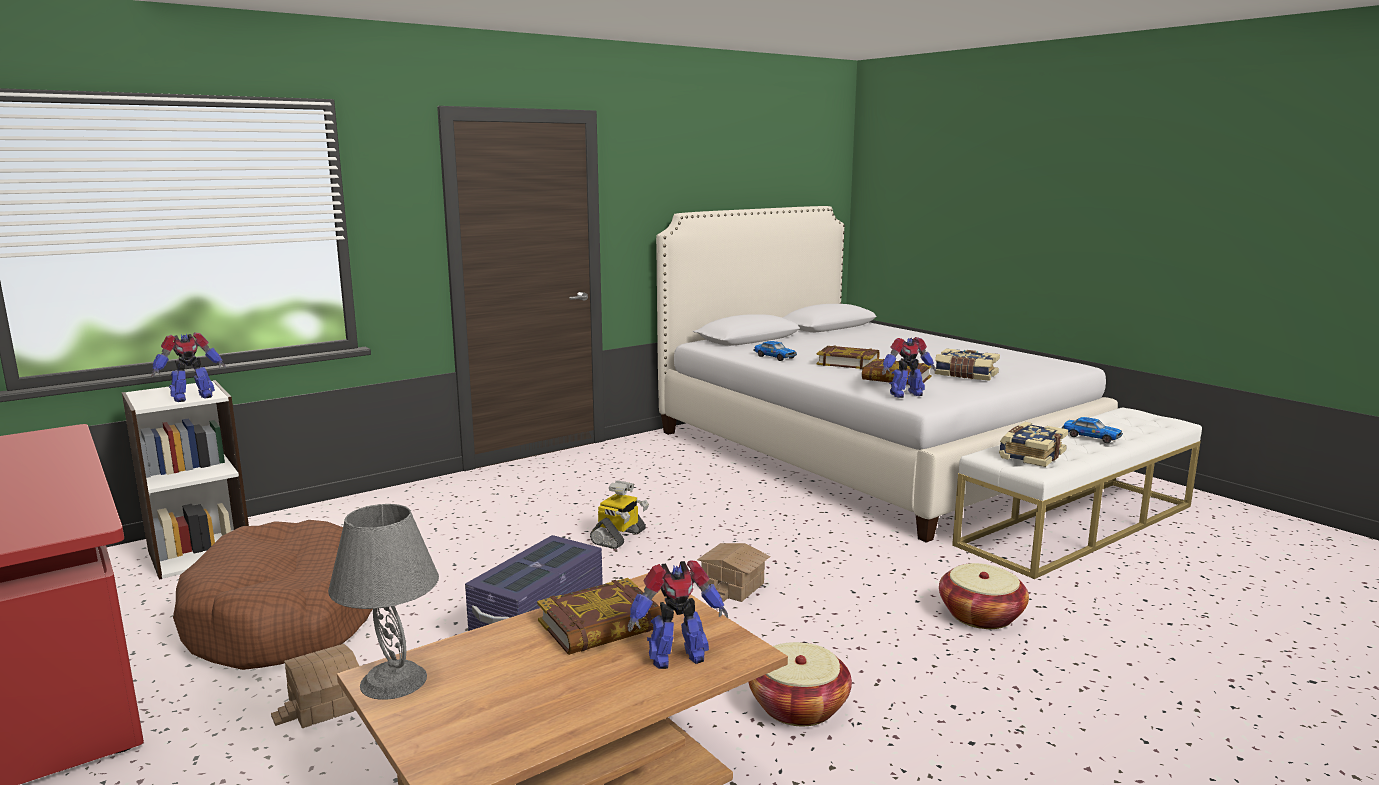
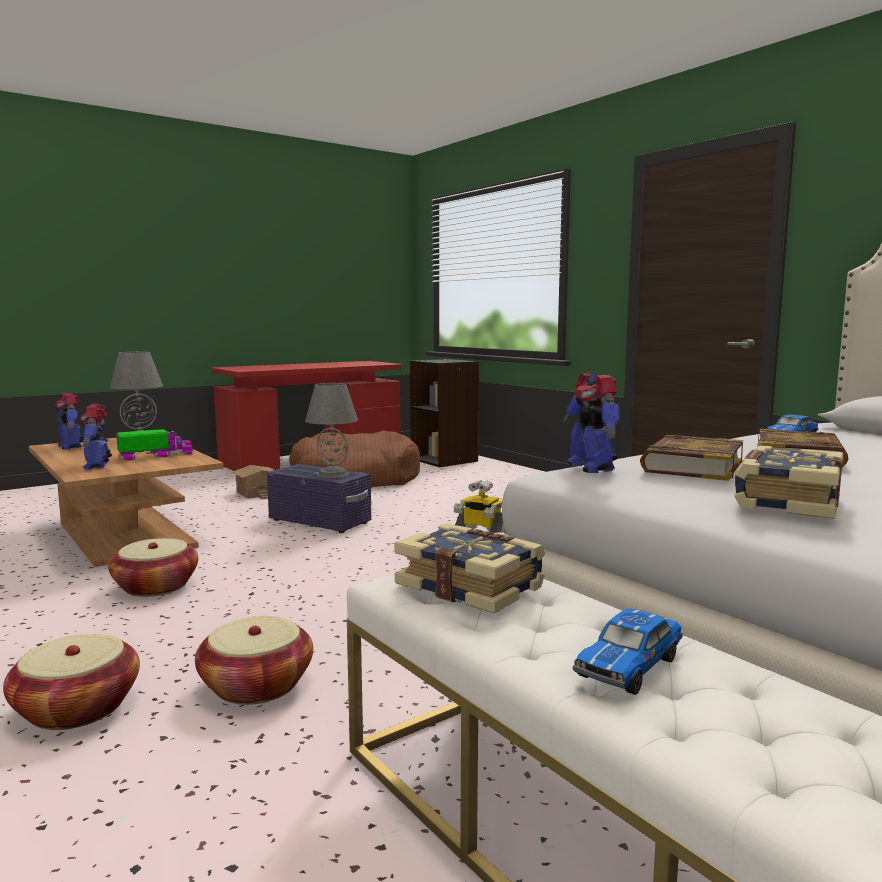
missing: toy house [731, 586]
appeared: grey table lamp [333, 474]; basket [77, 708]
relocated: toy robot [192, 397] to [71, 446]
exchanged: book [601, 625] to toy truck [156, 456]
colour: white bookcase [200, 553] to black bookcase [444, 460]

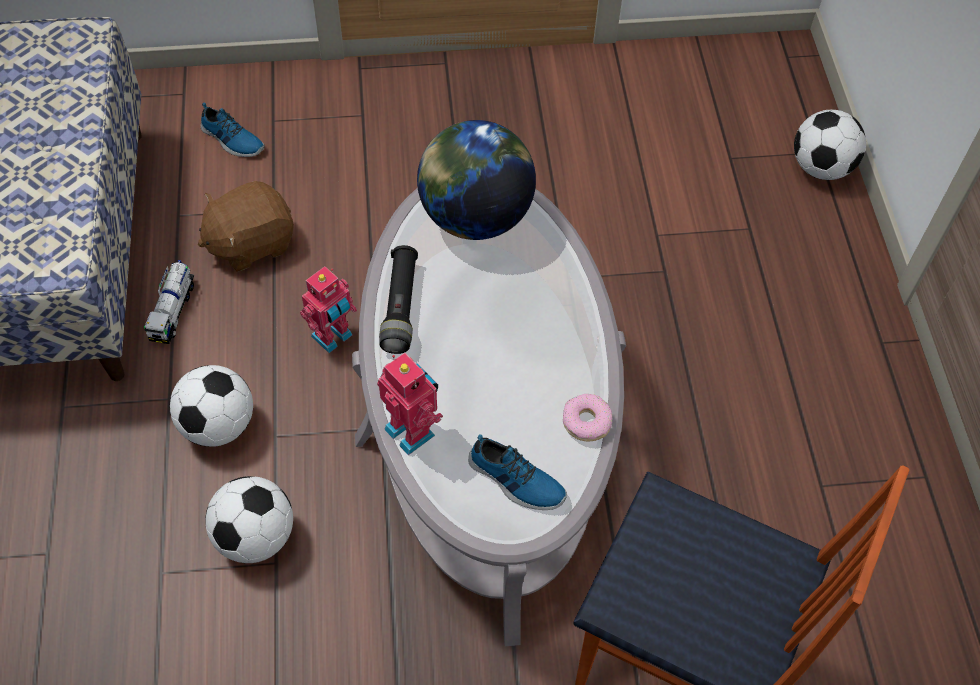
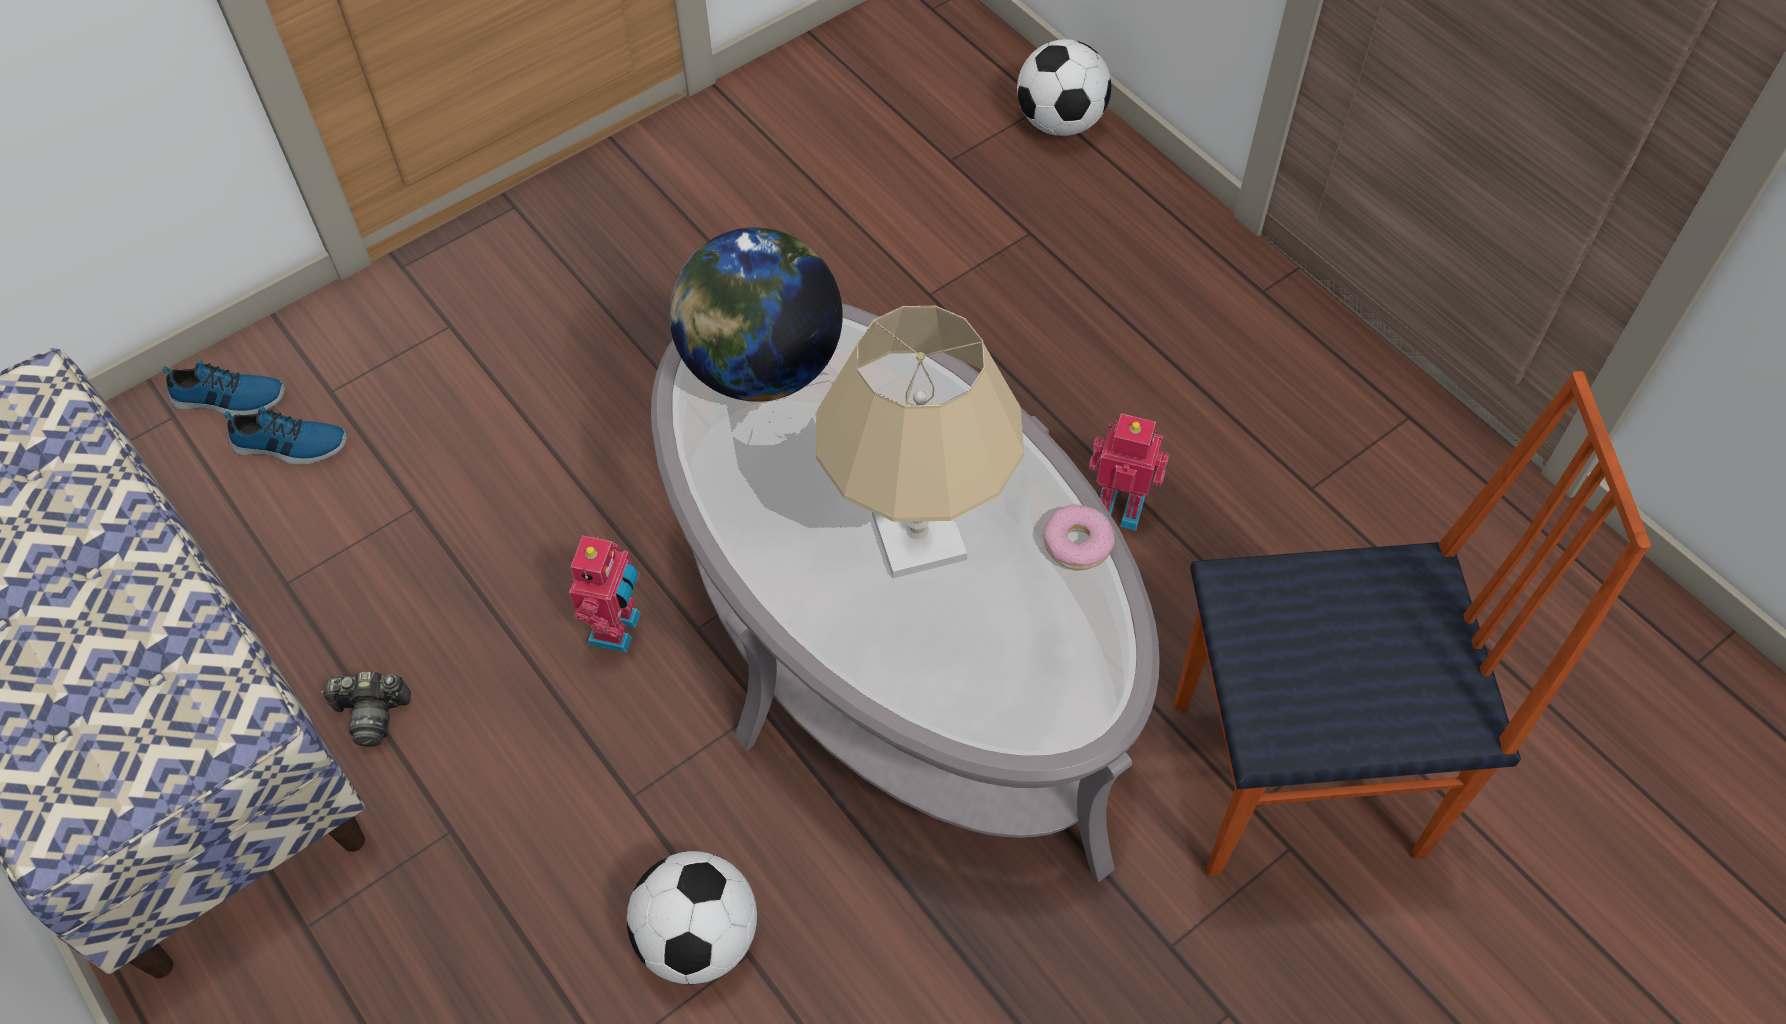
missing: brown plush toy [251, 242]; black flashlight [400, 307]; football [218, 425]
appeared: beige table lamp [918, 536]
relocated: toy robot [412, 430] to [1120, 506]; shoe [515, 480] to [229, 399]
exchanged: toy truck [173, 311] to photo camera [372, 713]

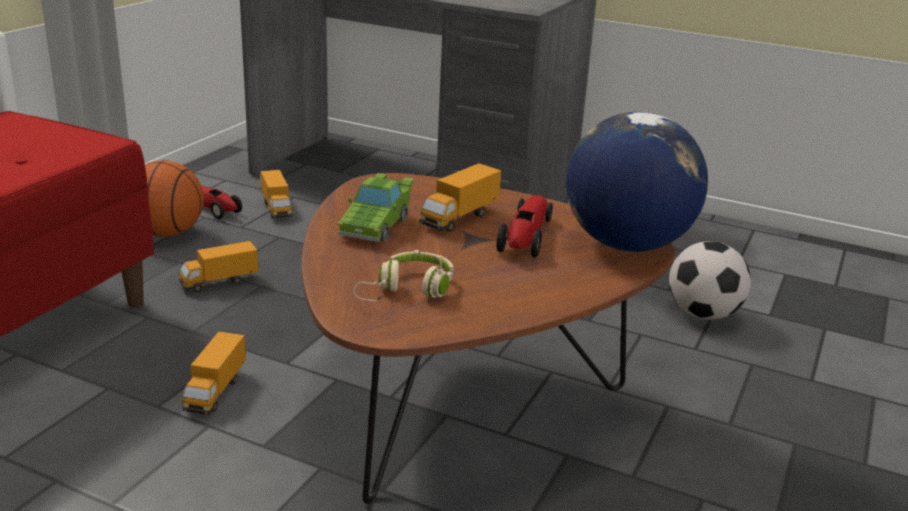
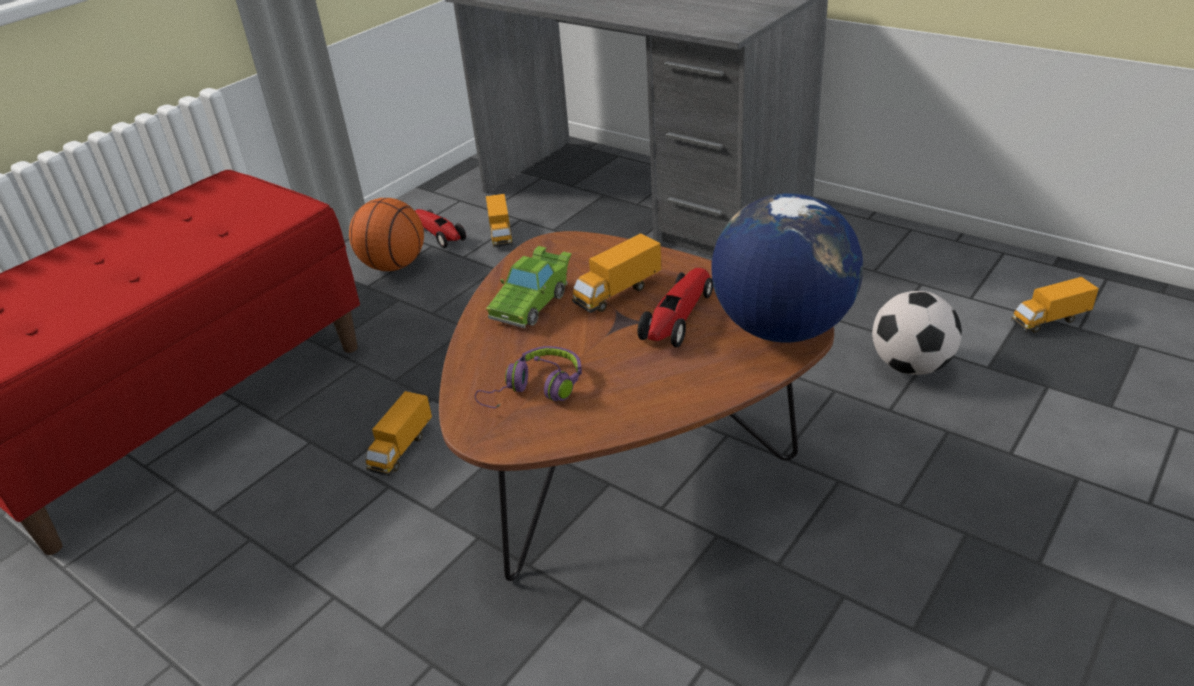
relocated: toy truck [219, 282] to [1049, 320]
colour: beige headphones [408, 290] to purple headphones [536, 390]

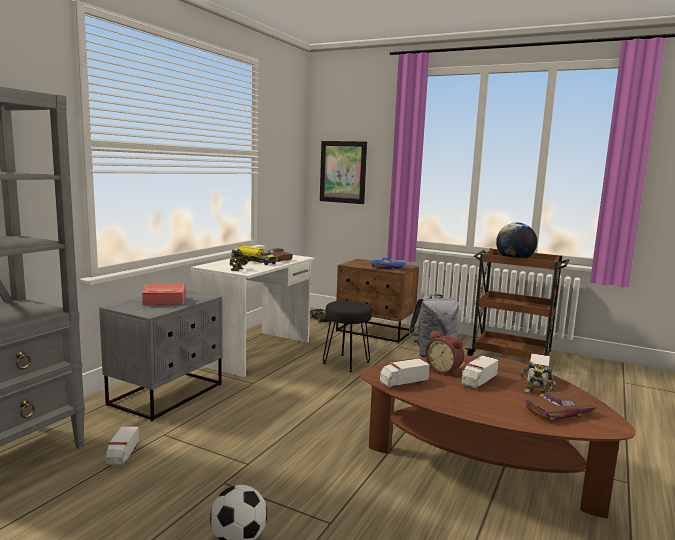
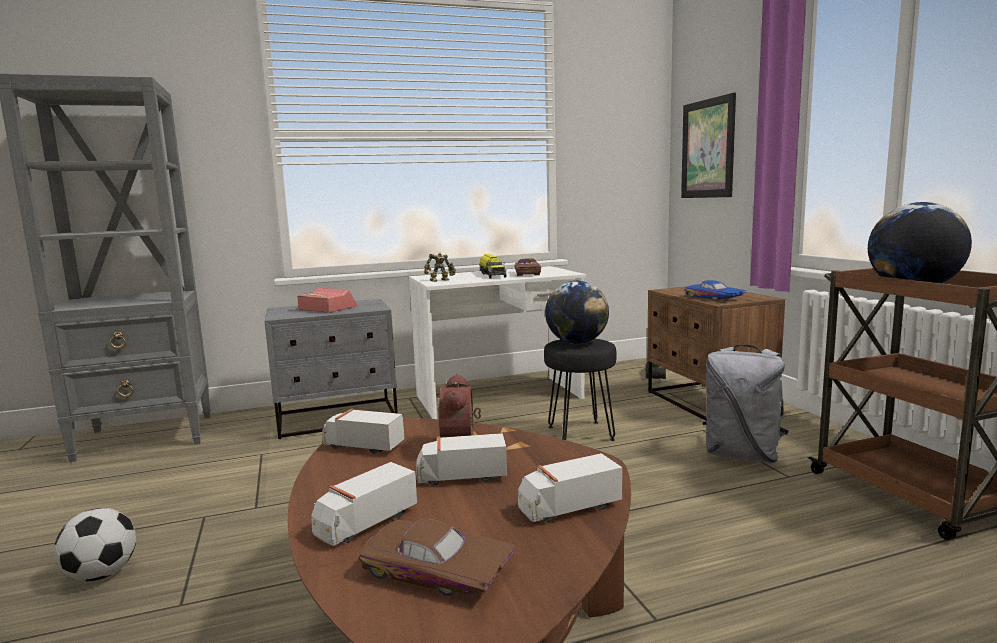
missing: toy robot [535, 394]
appeared: globe [577, 342]
relocated: toy truck [122, 455] to [365, 523]

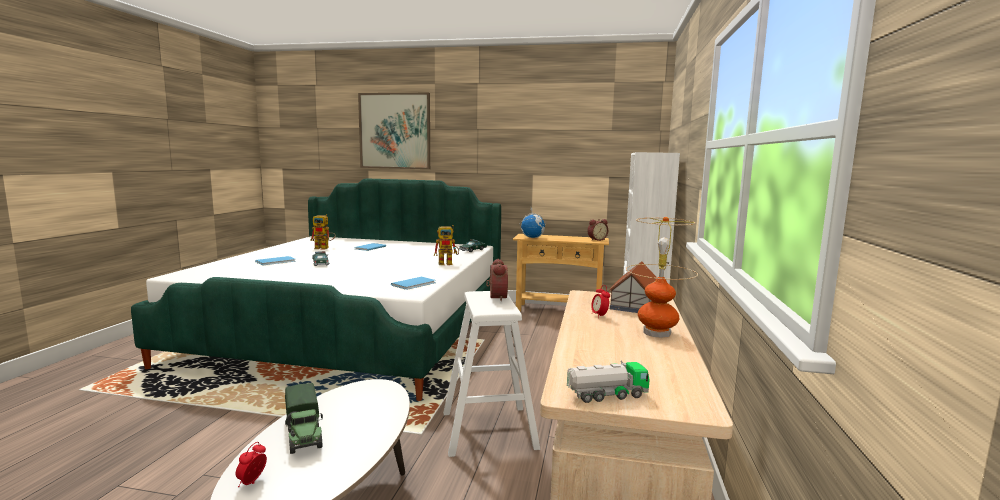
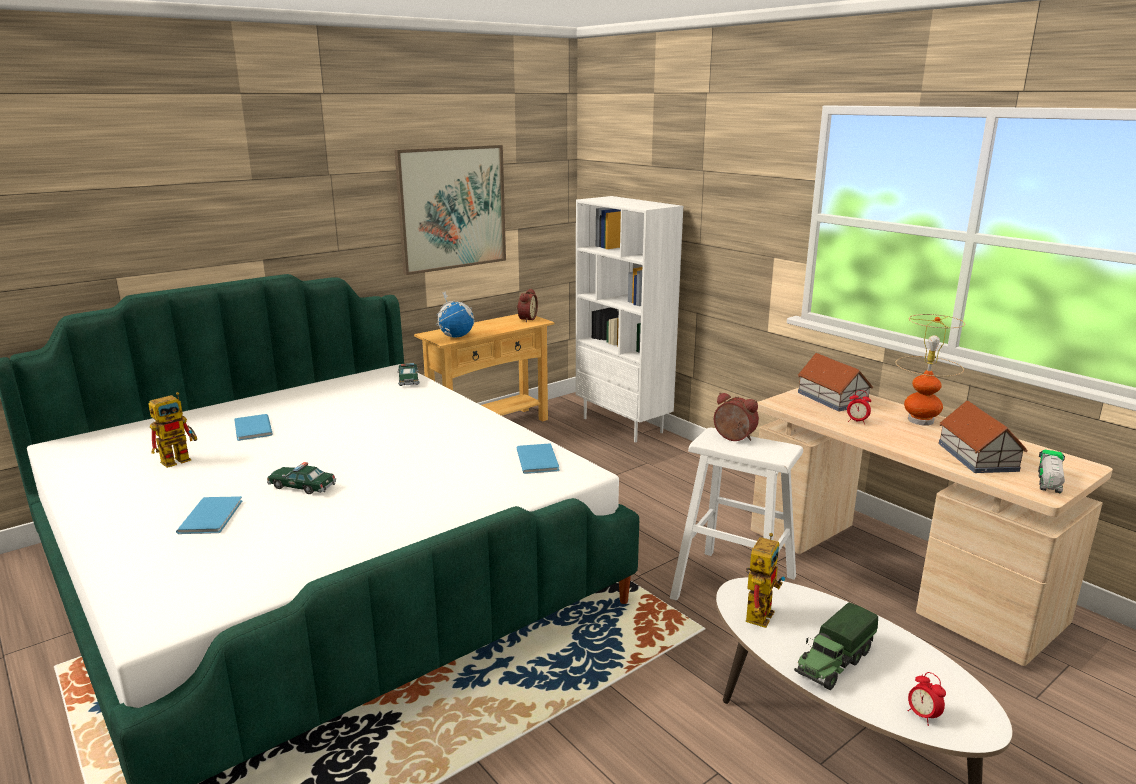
appeared: toy house [977, 456]
relocated: picture [395, 131] to [452, 208]; toy robot [448, 263] to [758, 611]
spun: toy truck [304, 434] = [833, 664] 120 degrees clockwise

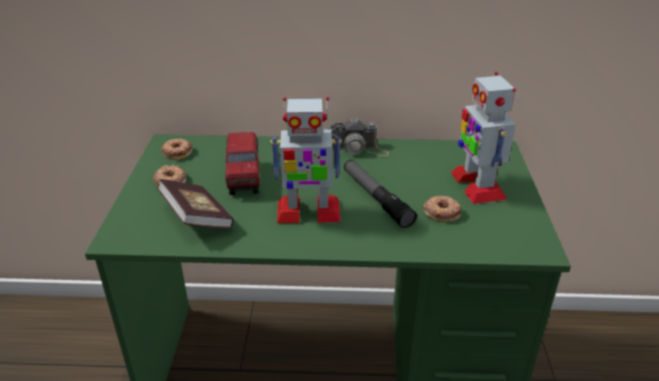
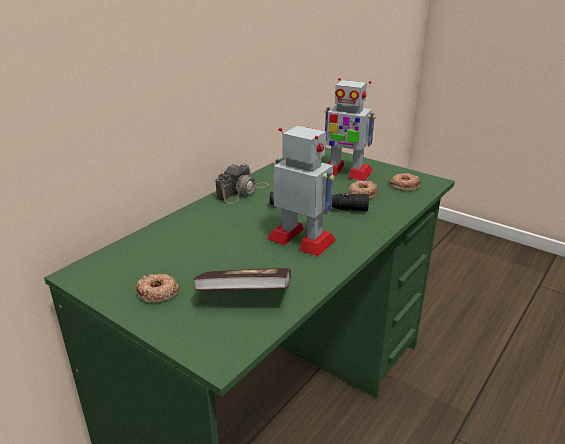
missing: toy truck [244, 179]
relocated: donut [177, 152] to [404, 185]
spun: toy robot [307, 211] = [302, 239] 90 degrees counterclockwise

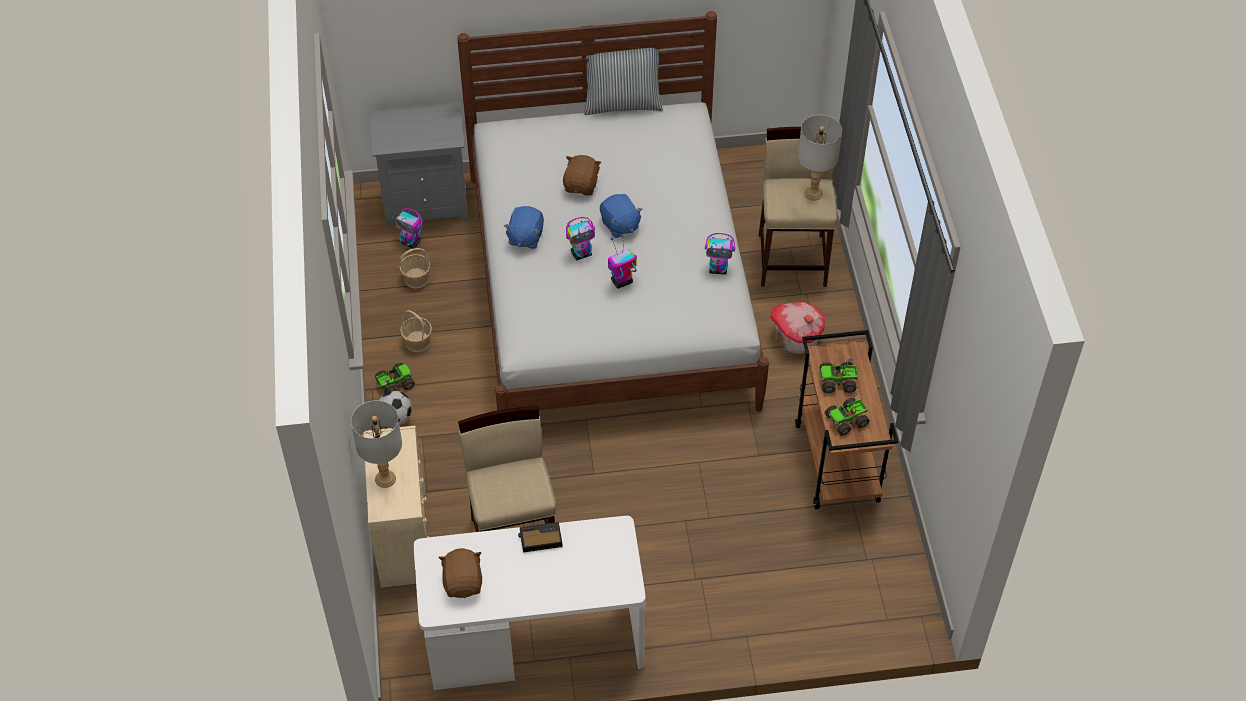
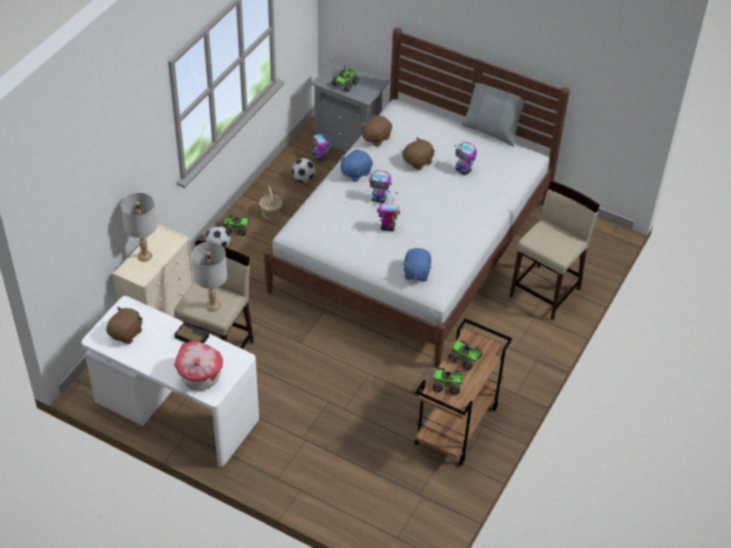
appeared: toy truck [345, 84]; brown plush toy [375, 138]
relocated: grey table lamp [813, 193] to [213, 306]; blue plush toy [620, 225] to [416, 272]; toy robot [718, 269] to [463, 171]; toy house [796, 338] to [200, 377]
exchanged: basket [416, 279] to football [303, 179]

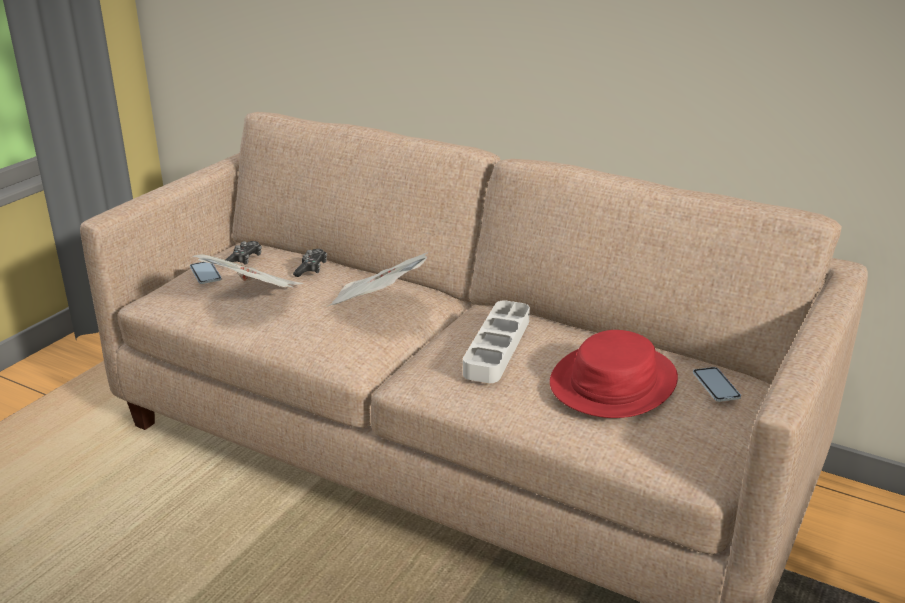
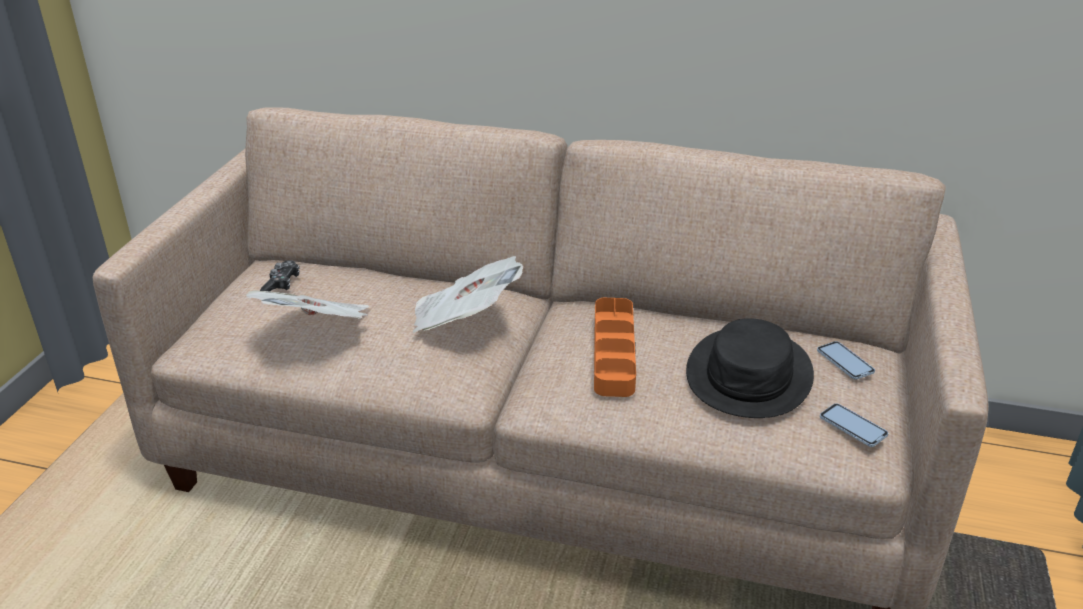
missing: game controller [311, 269]
relocated: phone [205, 273] to [853, 426]
colour: grey tray [497, 347] to orange tray [613, 352]; red hat [614, 382] to black hat [749, 375]

